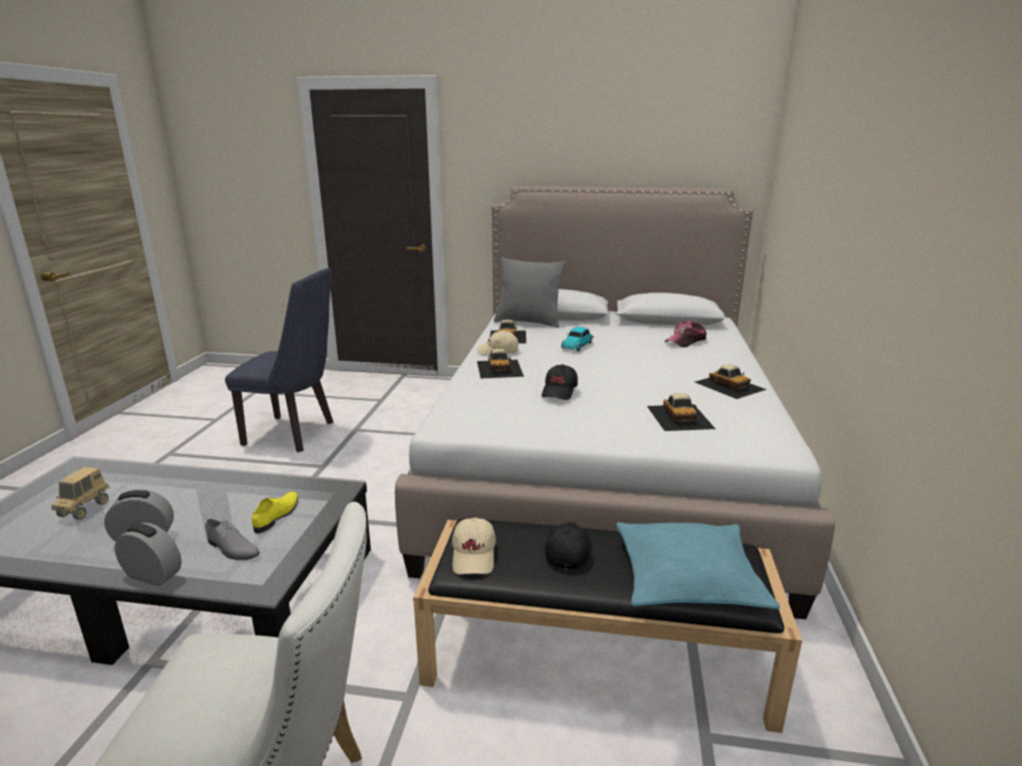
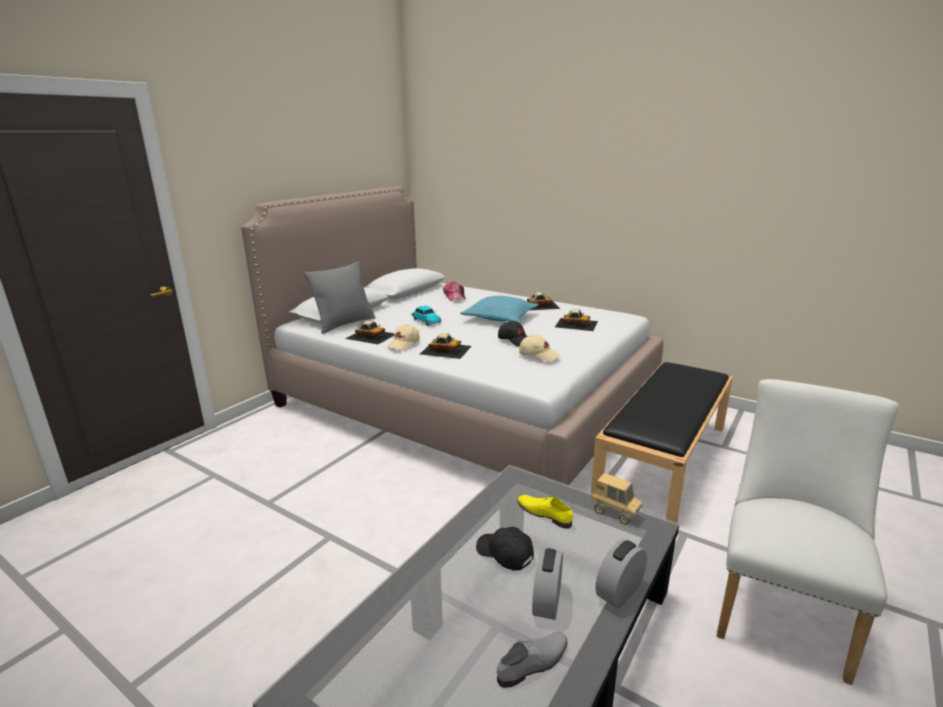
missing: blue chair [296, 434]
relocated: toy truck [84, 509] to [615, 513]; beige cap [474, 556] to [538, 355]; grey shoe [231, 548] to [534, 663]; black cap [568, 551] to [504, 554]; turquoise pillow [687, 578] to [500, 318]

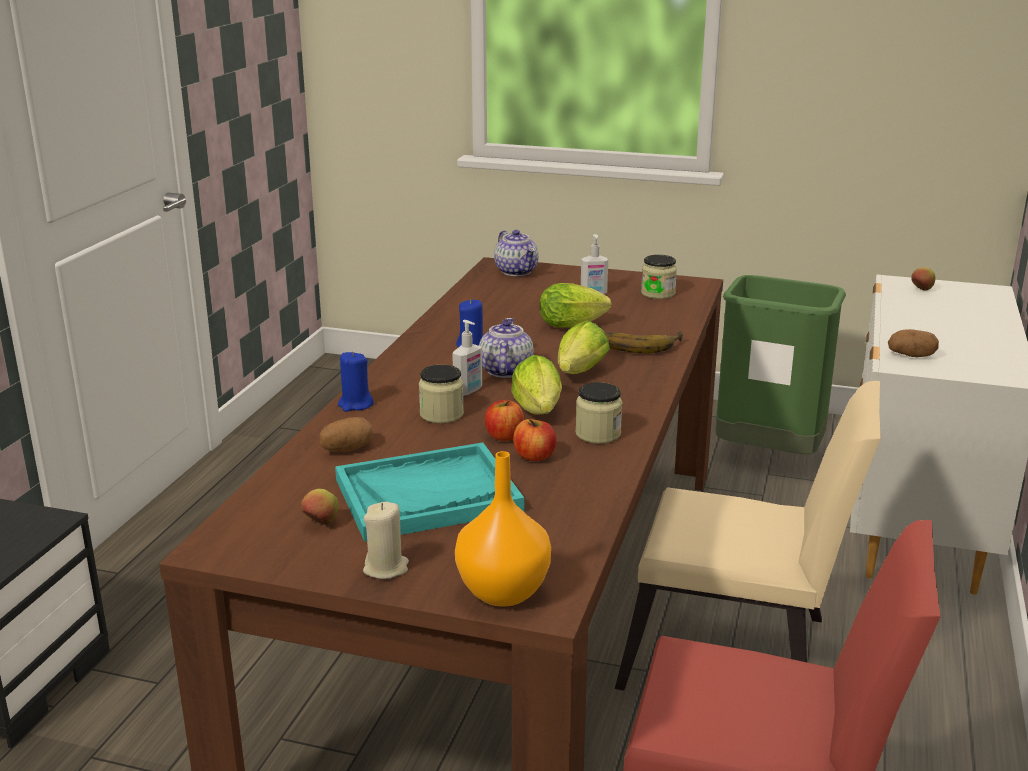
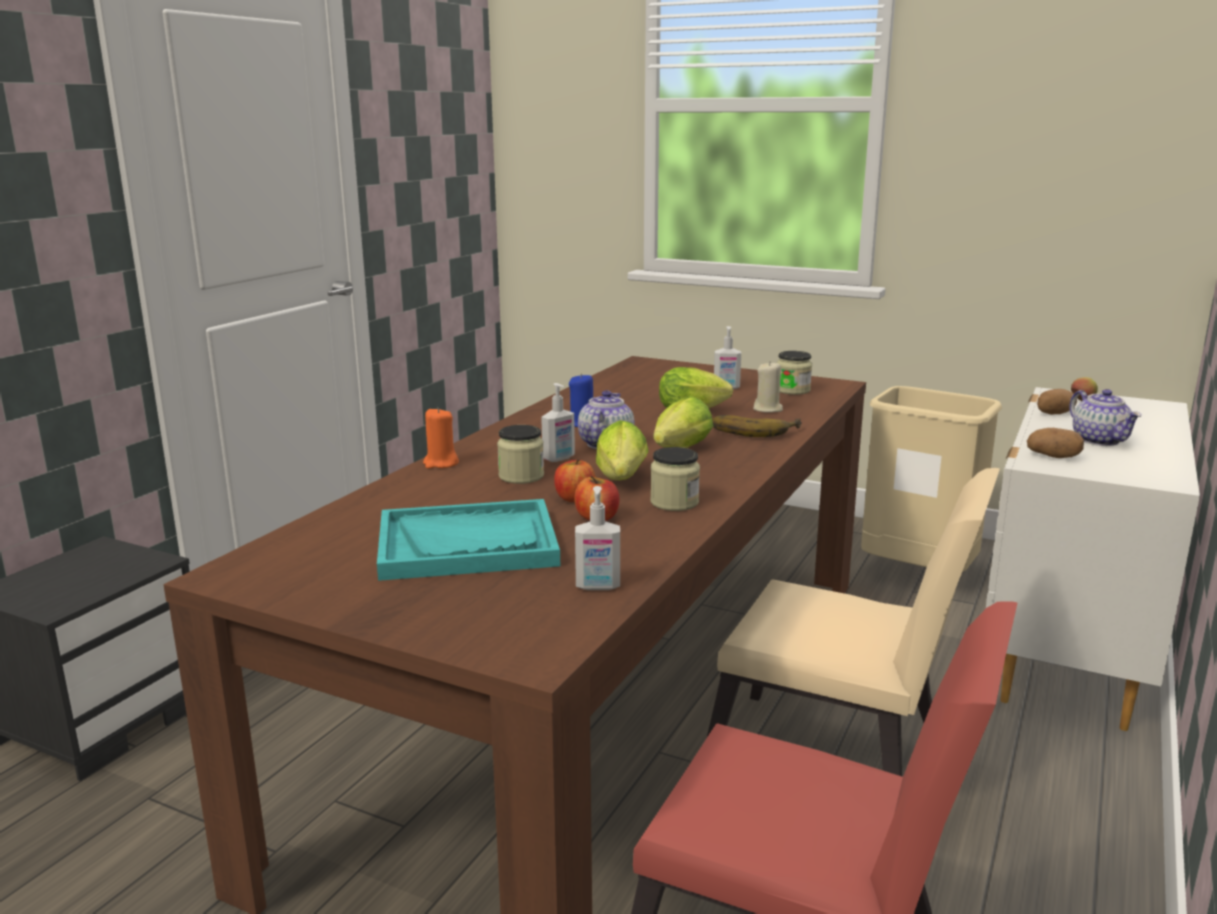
missing: orange vase [502, 593]; apple [321, 523]
appeared: soap dispenser [598, 587]
relocated: teapot [517, 271] to [1100, 440]; potato [347, 449] to [1054, 413]; beige candle [386, 568] to [768, 409]
colour: green trash can [768, 456] to beige trash can [917, 575]; blue candle [355, 404] to orange candle [441, 463]

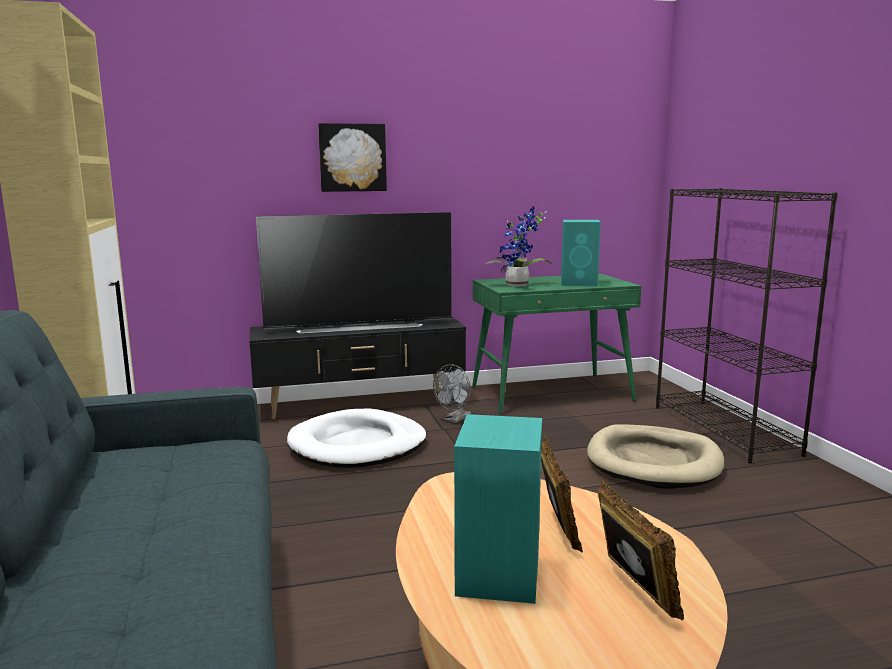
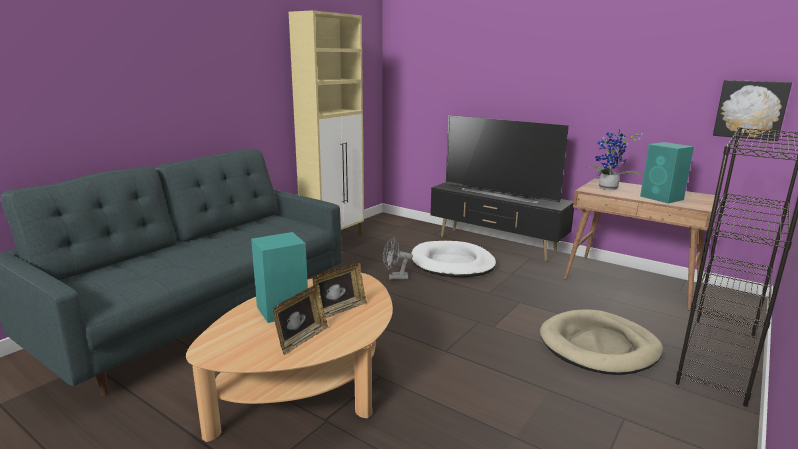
relocated: picture [352, 157] to [750, 109]; grey fan [455, 419] to [395, 277]
colour: green desk [551, 393] to brown desk [632, 281]

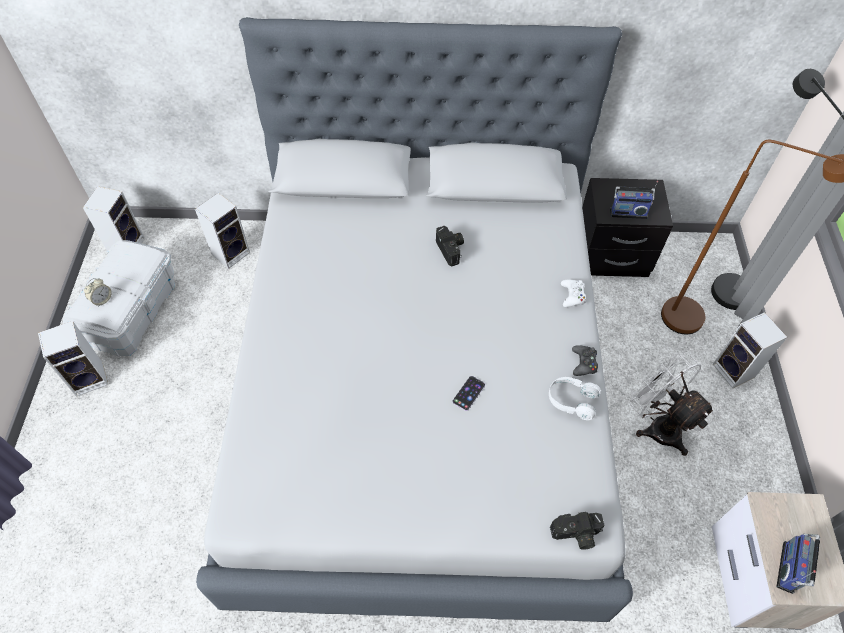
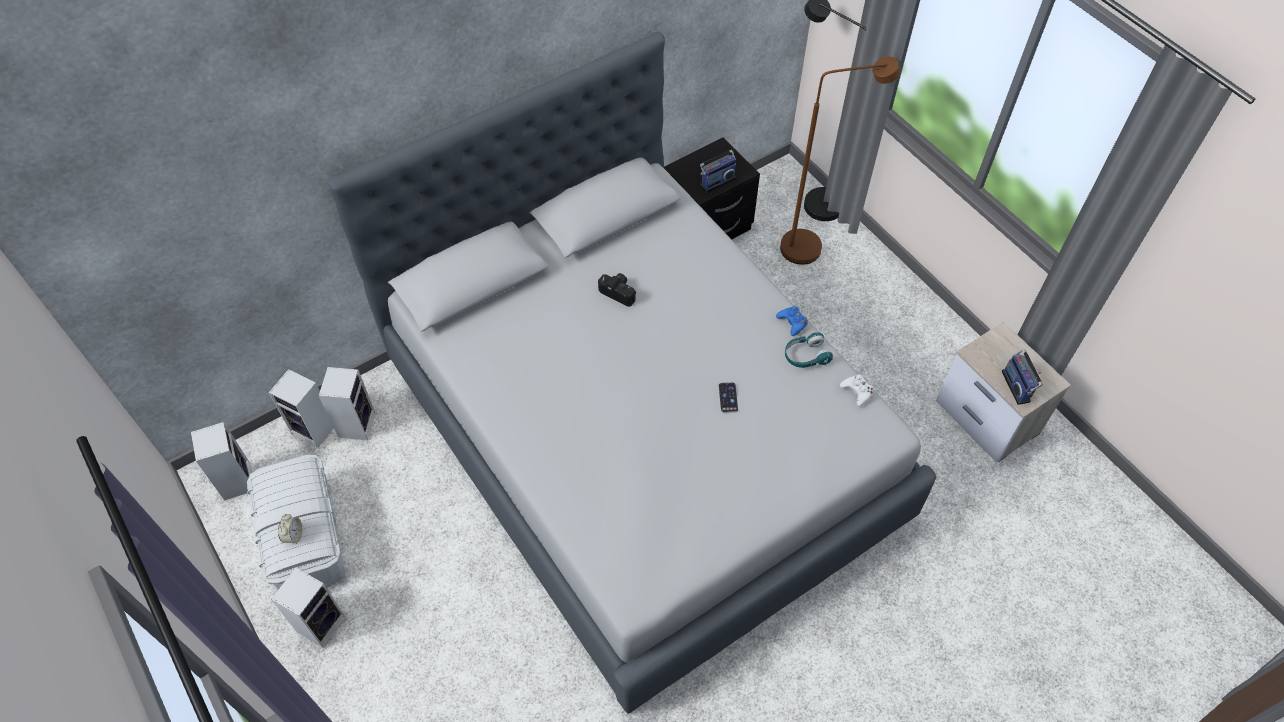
missing: white fan [657, 425]; photo camera [576, 535]
relocated: white game controller [572, 296] to [857, 392]; speaker [735, 371] to [315, 429]
colour: black game controller [584, 363] to blue game controller [792, 323]; white headphones [571, 401] to turquoise headphones [806, 356]

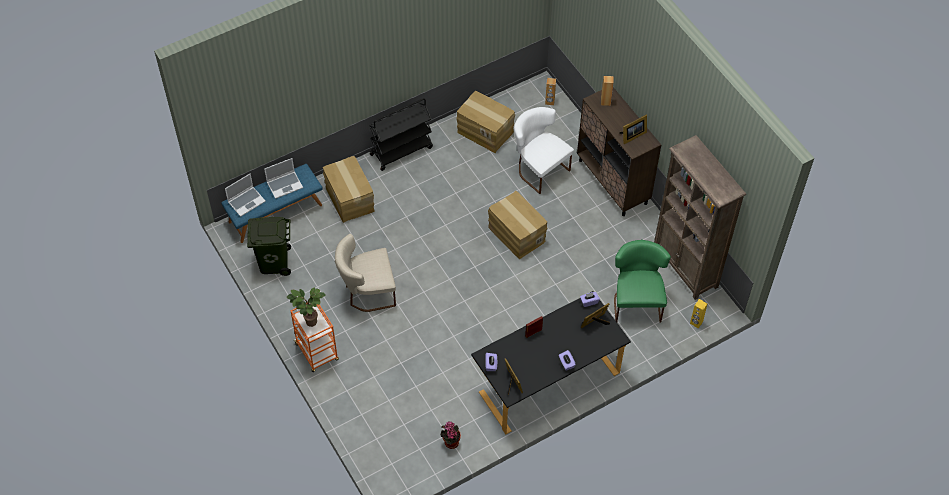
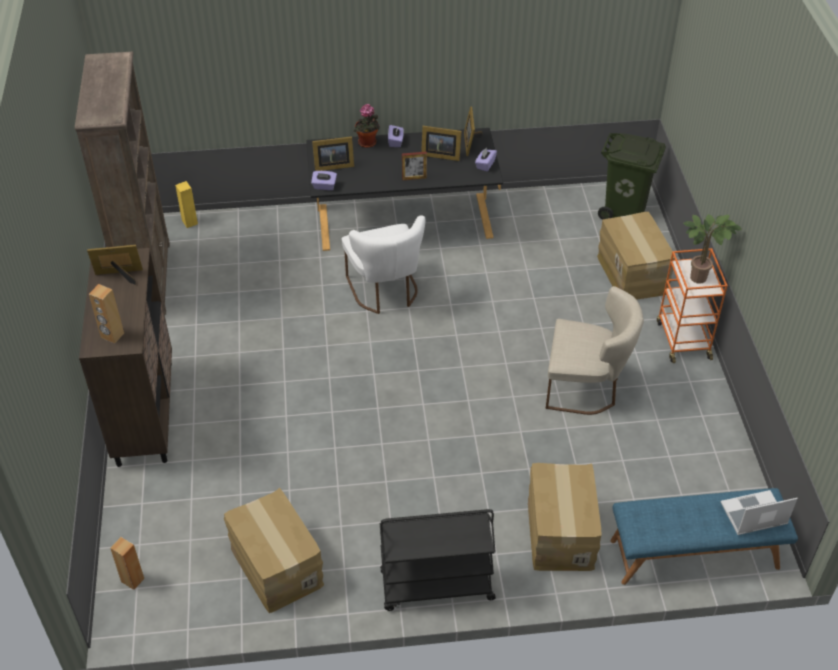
missing: laptop [285, 185]; green chair [636, 301]
appeared: picture frame [440, 154]
relocated: white chair [539, 169] to [385, 292]; cardboard box [516, 234] to [633, 274]; green trash can [274, 262] to [624, 211]; potted plant [450, 442] to [367, 143]

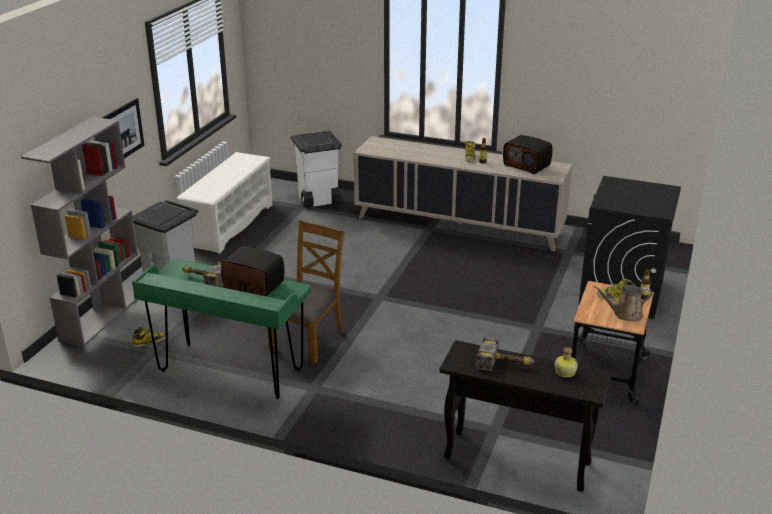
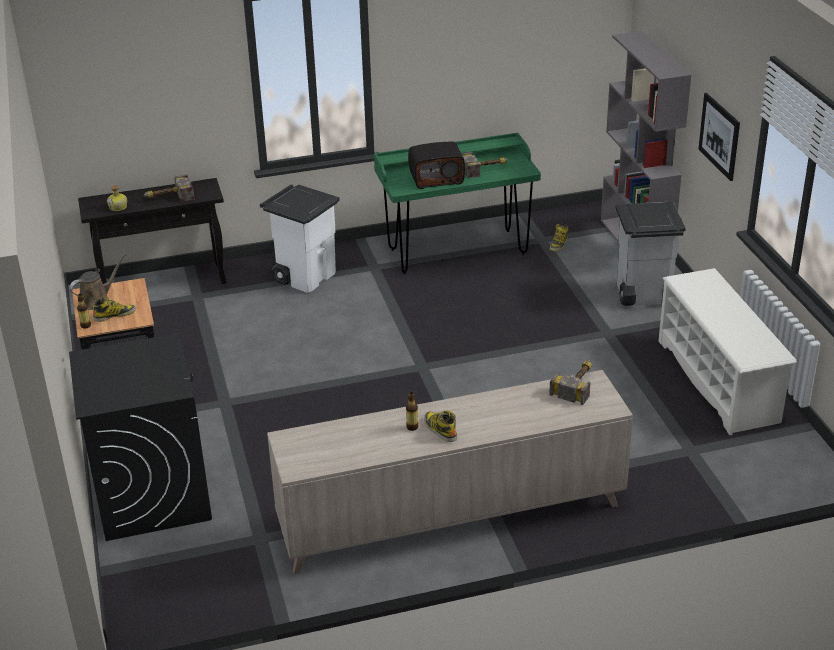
missing: radio [527, 165]; brown chair [308, 340]
appeared: hammer [577, 384]
relocated: white trash can [318, 200] to [305, 276]

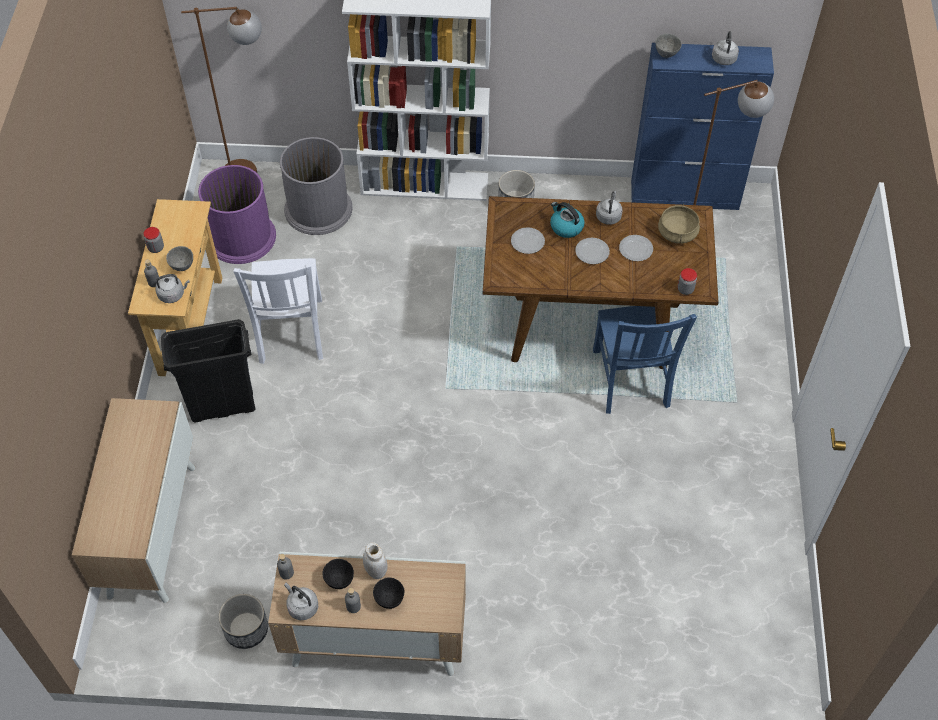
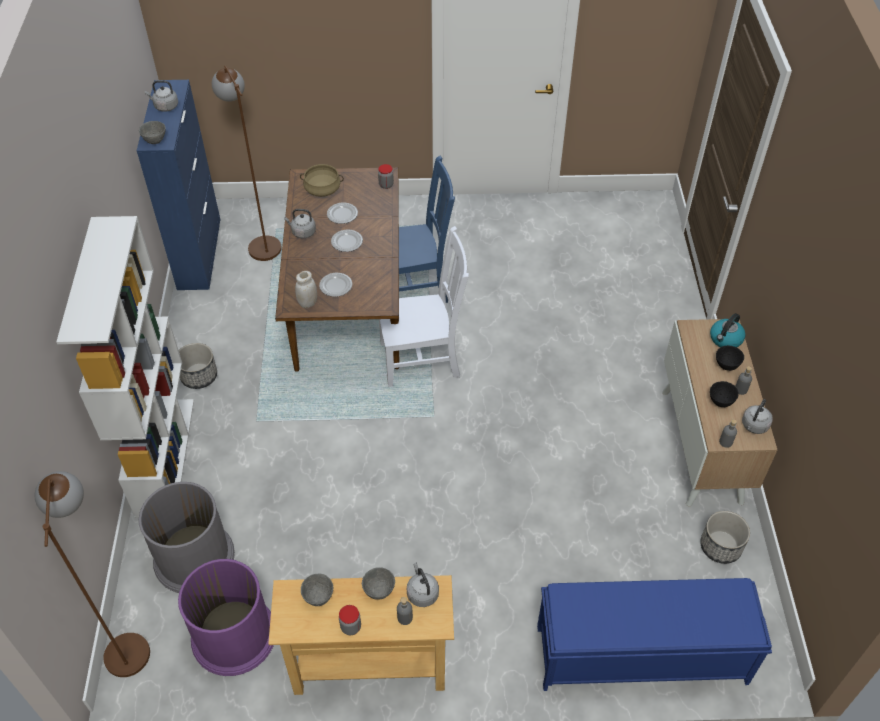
missing: black trash can [222, 407]
appeared: grey bowl [318, 597]
relocated: kettle [566, 227] to [725, 339]; white chair [290, 333] to [423, 359]; white jar [376, 571] to [308, 303]
exchanged: cabinet [151, 529] to blue bench [639, 654]

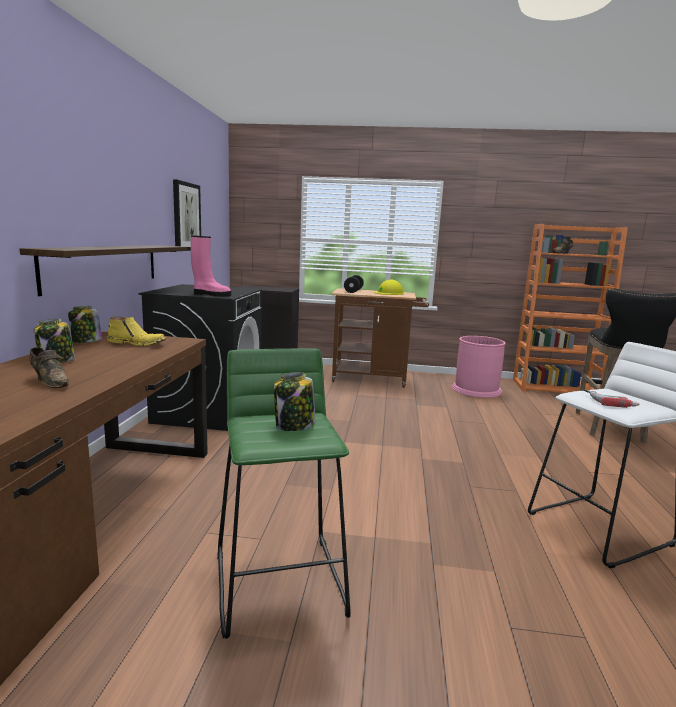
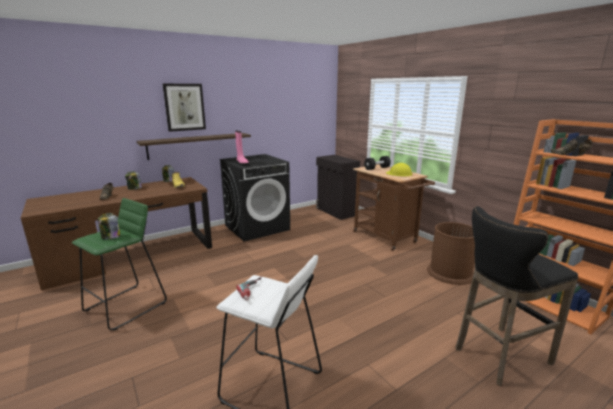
relocated: picture [186, 217] to [184, 107]
colour: pink trash can [476, 389] to brown trash can [450, 273]

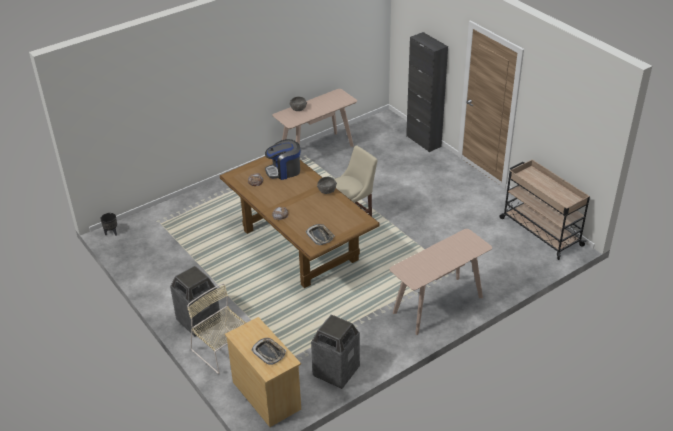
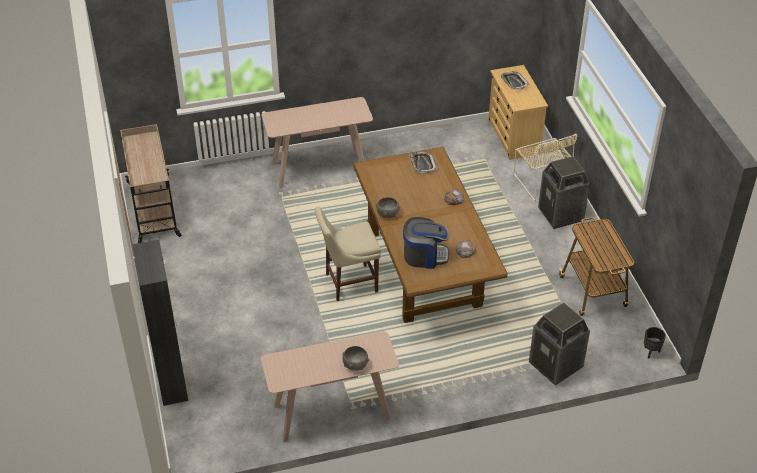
appeared: cart [593, 292]
relocated: trash can [336, 371] to [556, 365]

